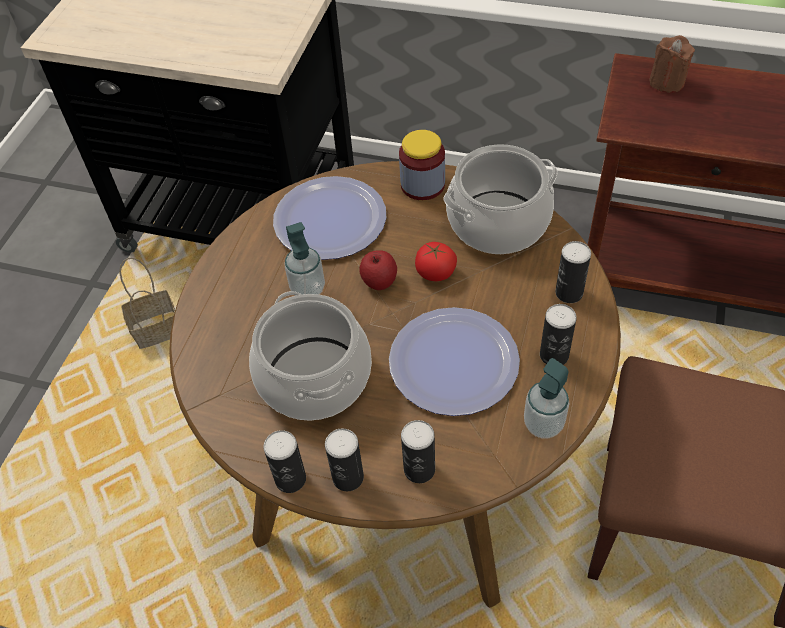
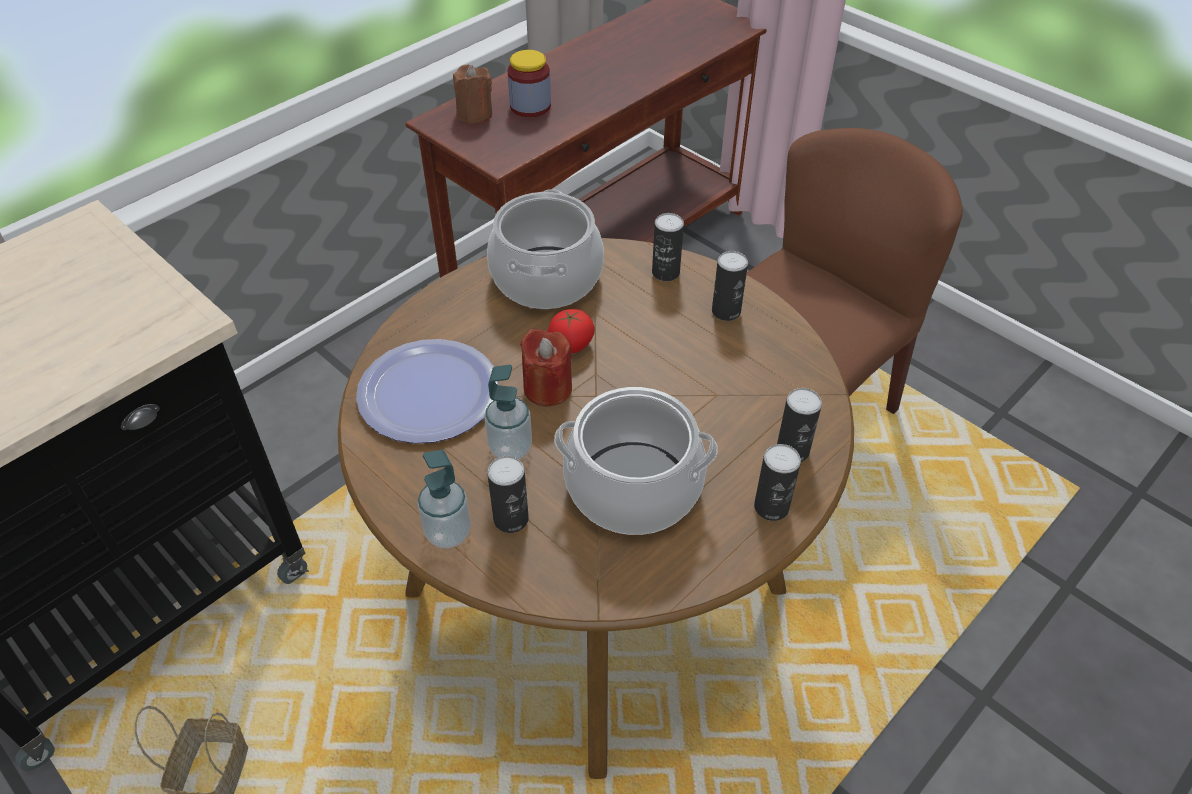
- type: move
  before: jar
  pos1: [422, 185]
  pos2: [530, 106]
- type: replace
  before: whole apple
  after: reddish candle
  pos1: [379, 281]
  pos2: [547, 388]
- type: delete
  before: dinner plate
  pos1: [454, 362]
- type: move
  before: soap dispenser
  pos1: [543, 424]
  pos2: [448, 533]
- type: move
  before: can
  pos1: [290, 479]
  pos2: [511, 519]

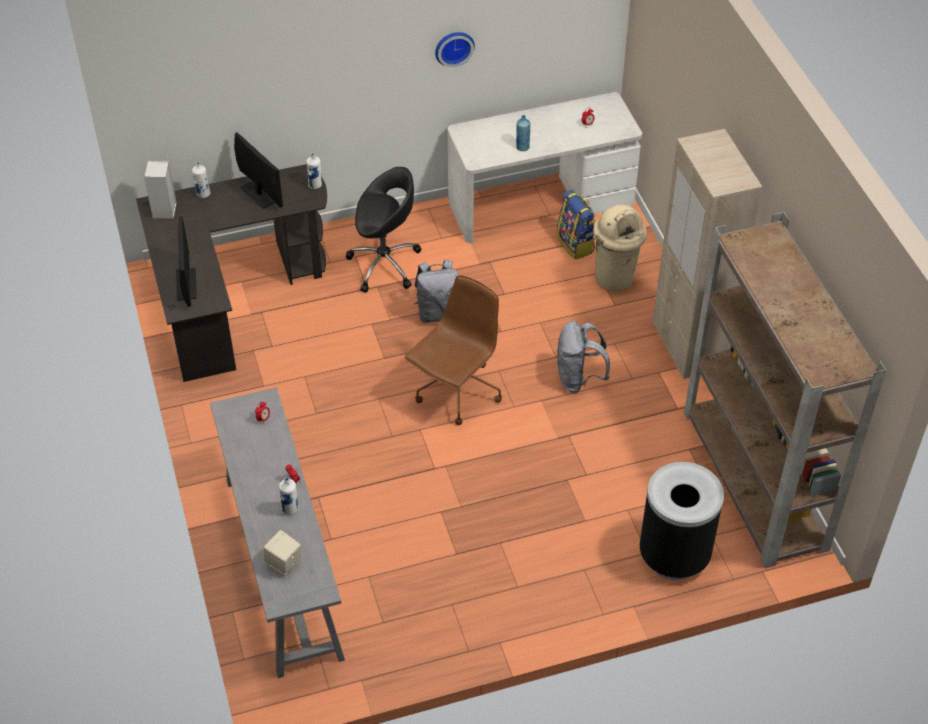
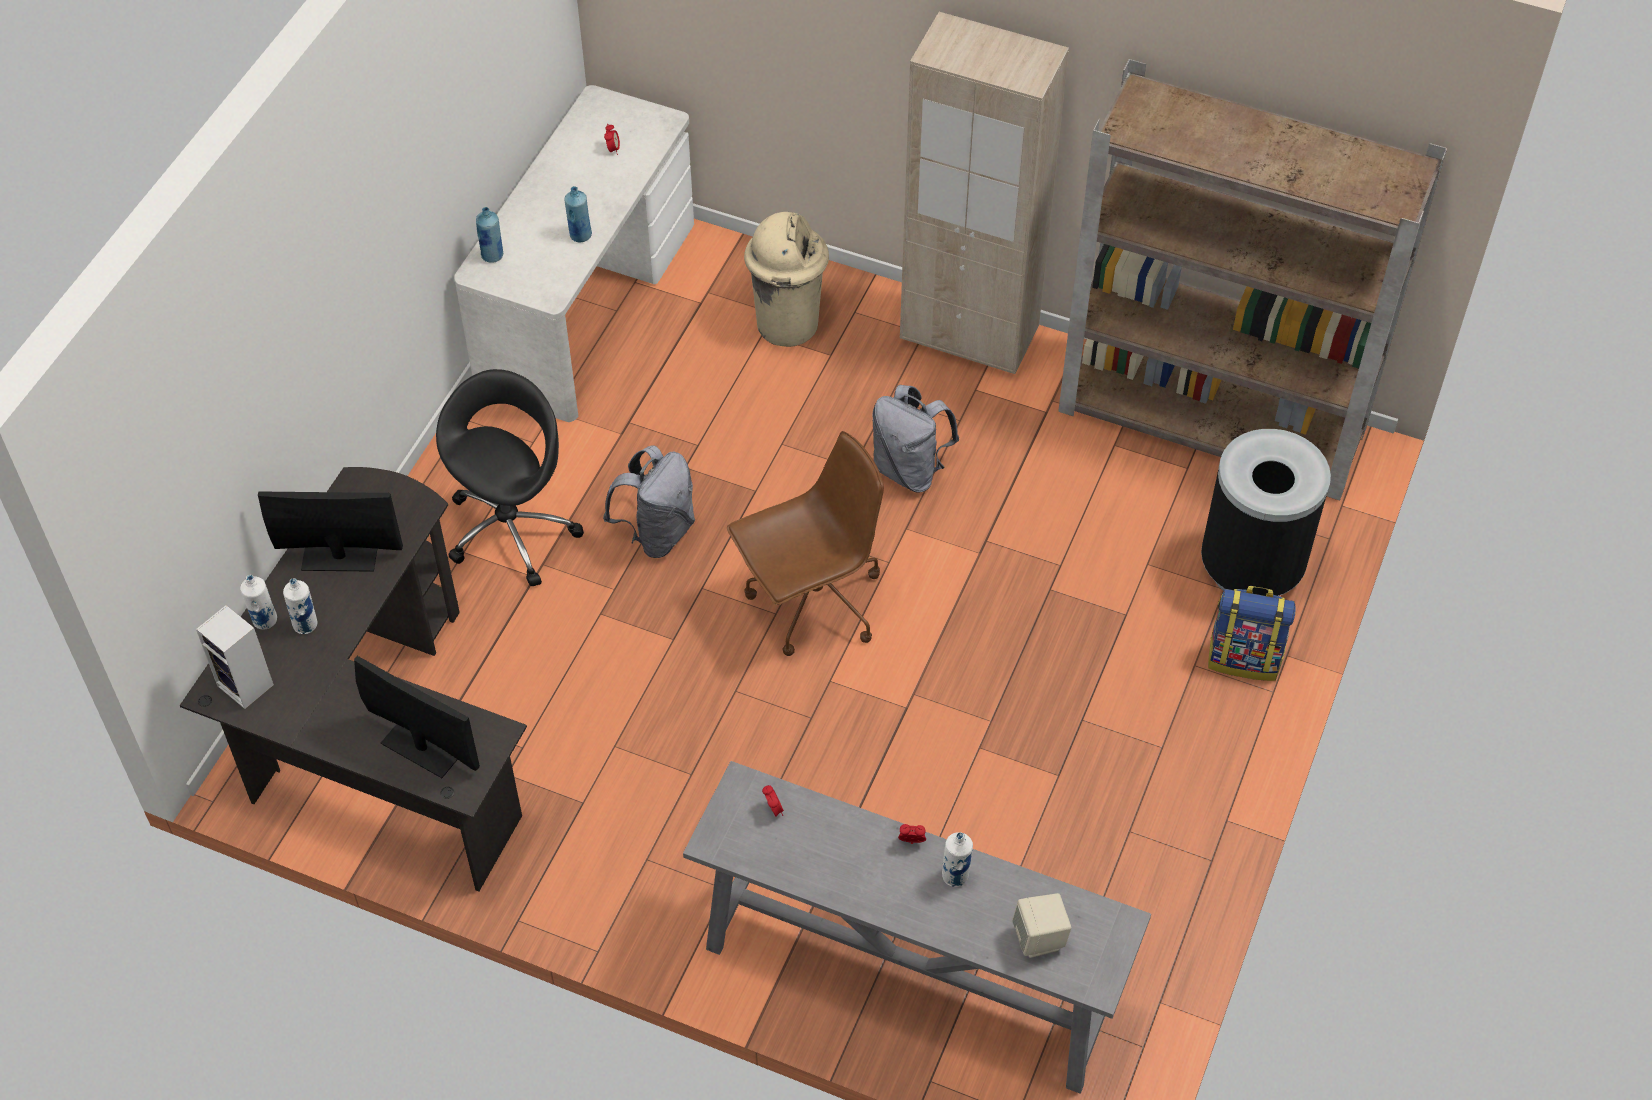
- type: delete
  before: wall clock
  pos1: [453, 47]
- type: move
  before: white-coloured drink bottle
  pos1: [315, 185]
  pos2: [306, 624]
- type: move
  before: rucksack
  pos1: [576, 244]
  pos2: [1244, 658]
- type: rotate
  before: brown-coloured office chair
  pos1: [456, 394]
  pos2: [810, 606]
  turn: 75
- type: insert
  after: blue drink bottle
  pos2: [492, 256]

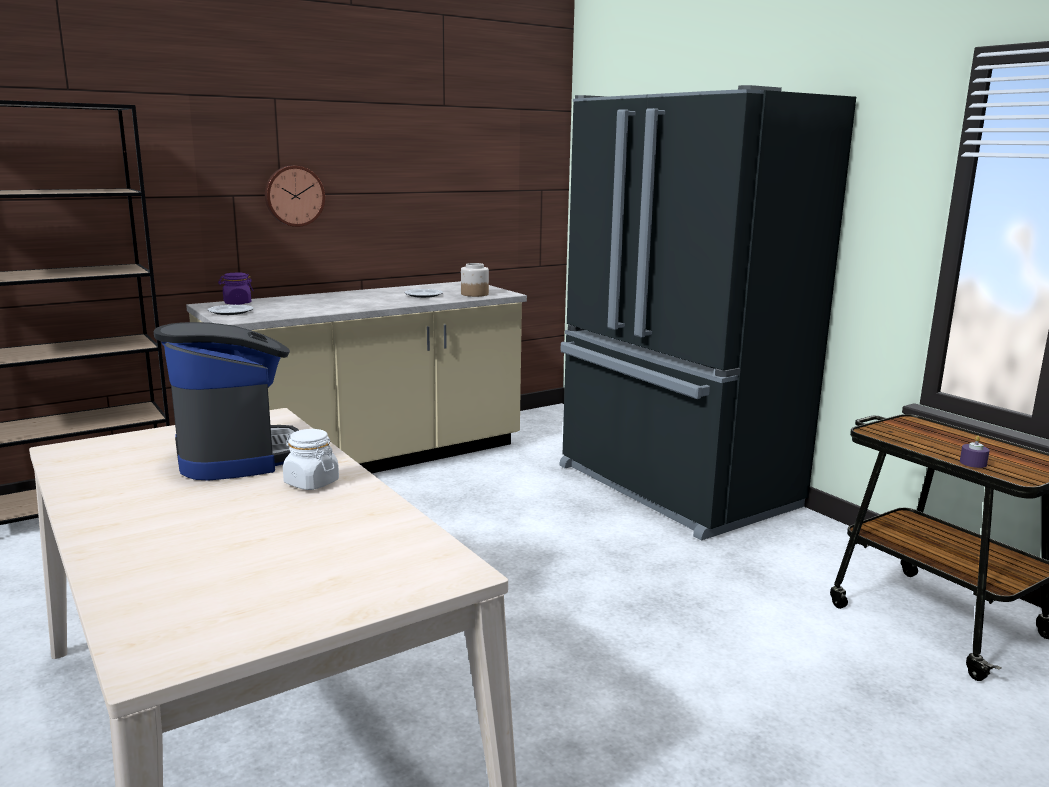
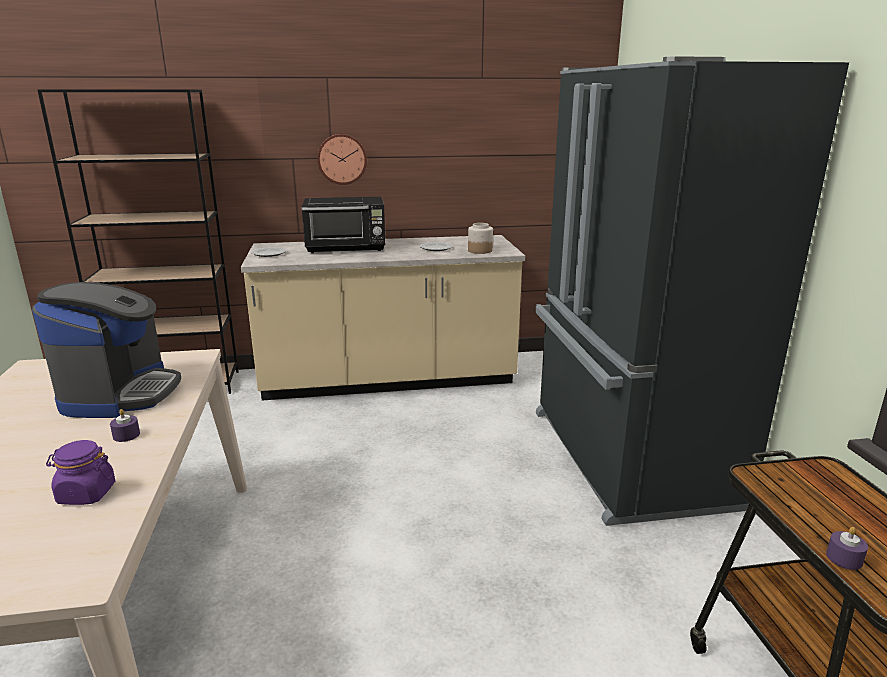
- type: move
  before: purple-coloured jar
  pos1: [237, 303]
  pos2: [86, 494]
- type: replace
  before: white-coloured jar
  after: purple-coloured candle
  pos1: [311, 483]
  pos2: [126, 435]
- type: insert
  after: black microwave
  pos2: [347, 248]

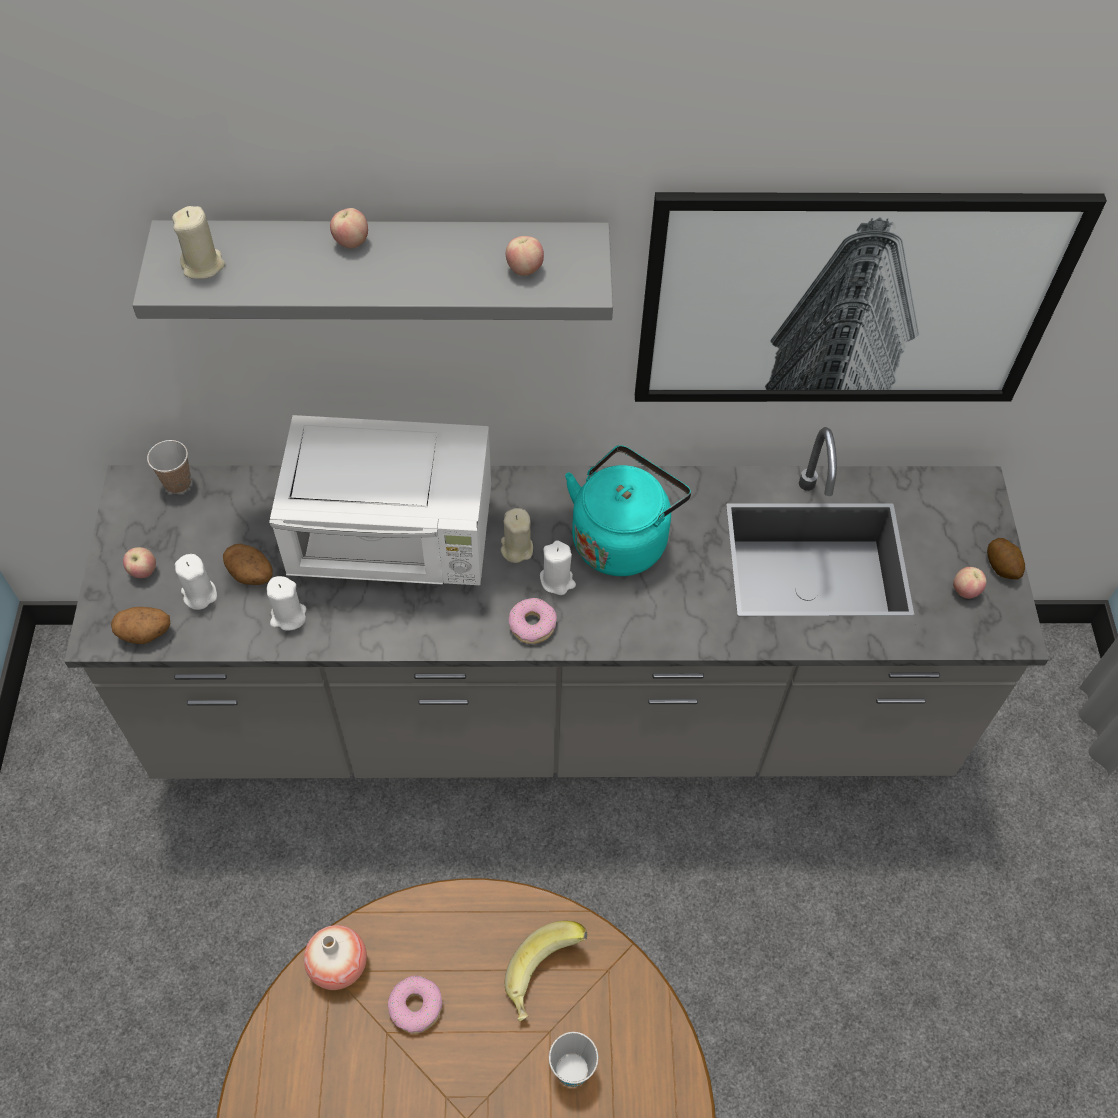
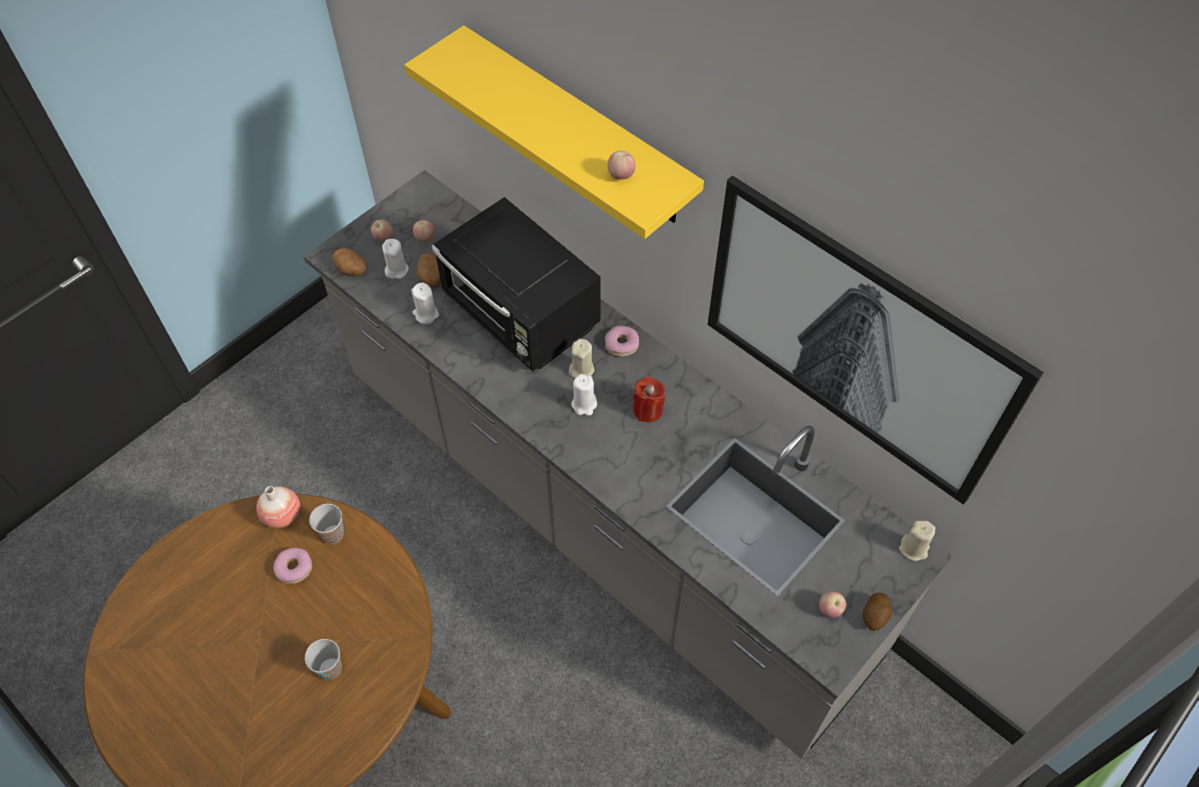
- type: move
  before: beige candle
  pos1: [203, 265]
  pos2: [914, 548]
- type: move
  before: whole apple
  pos1: [351, 242]
  pos2: [425, 238]
- type: recolor
  before: greyish shelf
  after: yellowish shelf
  pos1: [386, 261]
  pos2: [578, 128]
- type: recolor
  before: white-coloured microwave
  after: black microwave
  pos1: [395, 542]
  pos2: [521, 316]
- type: move
  before: small cup
  pos1: [177, 483]
  pos2: [333, 534]
- type: replace
  before: turquoise-coloured water kettle
  after: reddish candle
  pos1: [622, 538]
  pos2: [648, 409]
- type: move
  before: donut
  pos1: [532, 625]
  pos2: [622, 344]
- type: delete
  before: banana
  pos1: [545, 977]

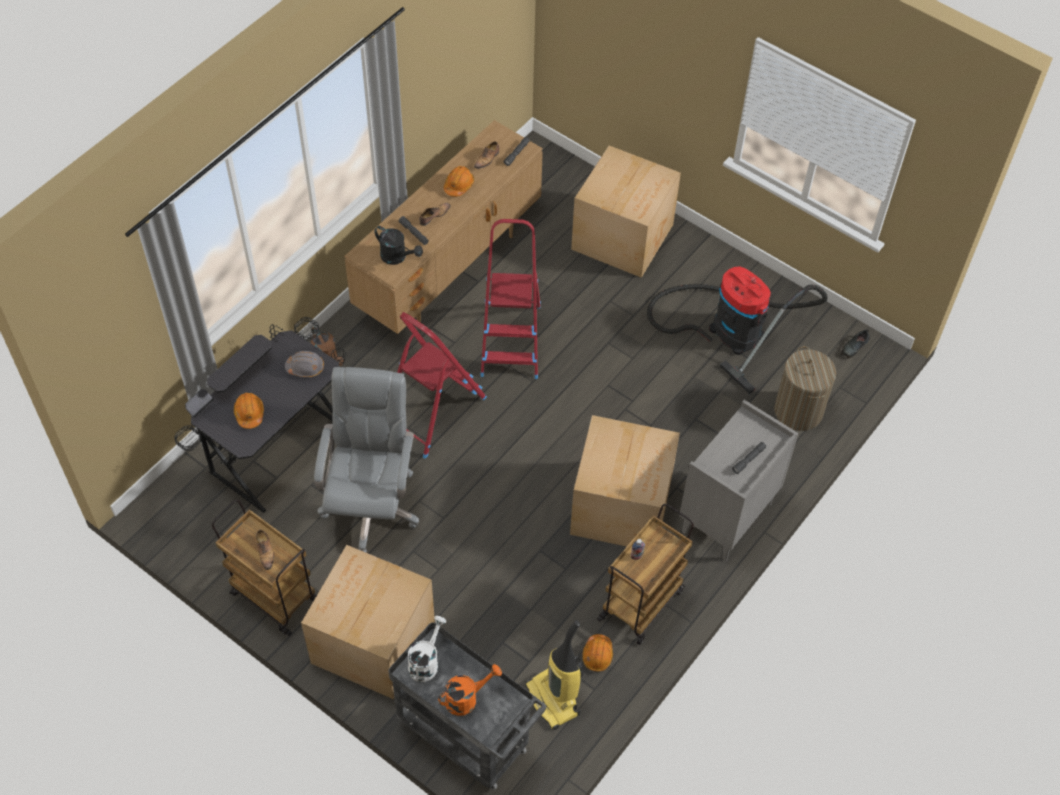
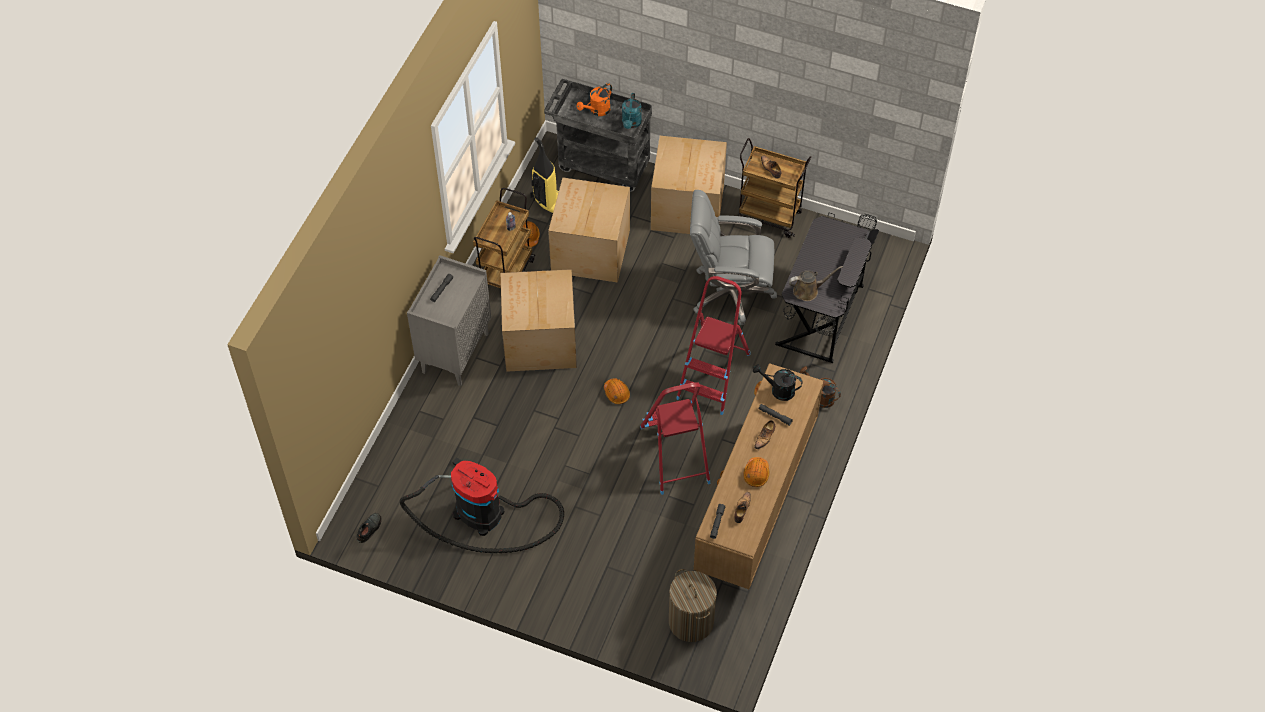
- type: move
  before: packing box
  pos1: [624, 236]
  pos2: [589, 251]
- type: move
  before: washing basket
  pos1: [798, 411]
  pos2: [691, 621]
- type: replace
  before: greyish work helmet
  after: brown-coloured sprinkling can
  pos1: [305, 368]
  pos2: [808, 290]
- type: rotate
  before: greyish office chair
  pos1: [371, 505]
  pos2: [730, 293]
  turn: 105
- type: move
  before: orangey work helmet
  pos1: [249, 413]
  pos2: [616, 393]
- type: recolor
  before: white-coloured sprinkling can
  after: turquoise-coloured sprinkling can
  pos1: [426, 662]
  pos2: [631, 123]

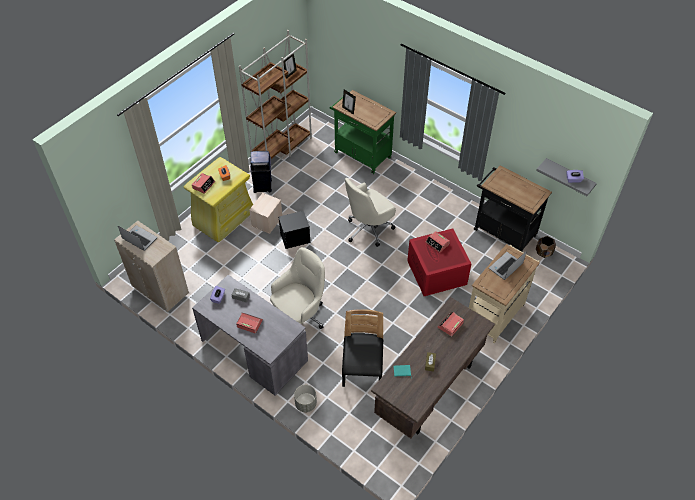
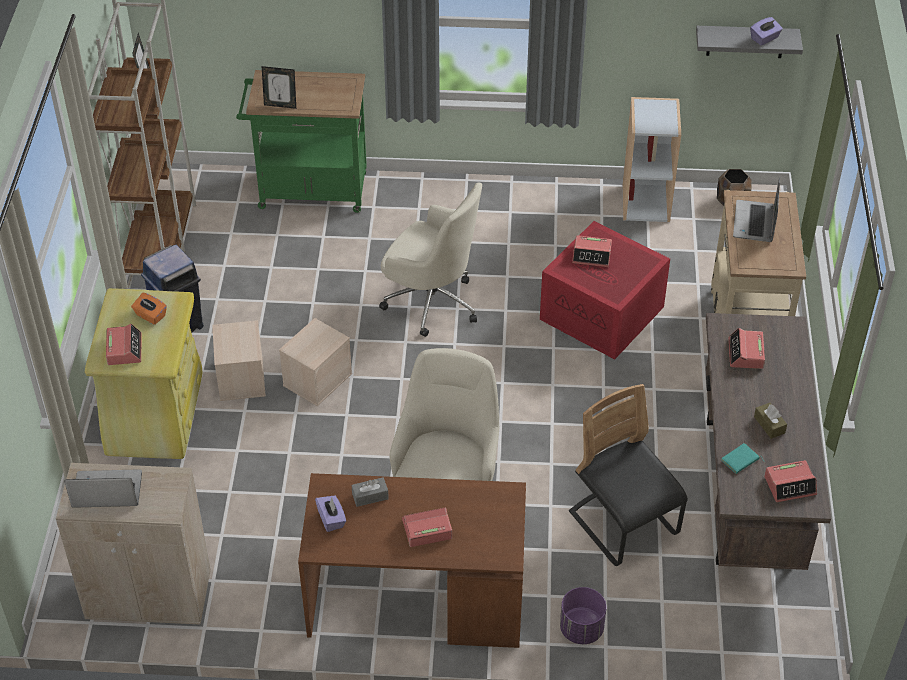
- type: replace
  before: black trolley
  after: shelving unit
  pos1: [502, 232]
  pos2: [646, 202]
- type: rotate
  before: beige office chair
  pos1: [368, 229]
  pos2: [432, 303]
  turn: -75
- type: recolor
  before: black storage container
  after: beige storage container
  pos1: [295, 237]
  pos2: [317, 379]
- type: recolor
  before: greyish desk table
  after: brown-coloured desk table
  pos1: [253, 350]
  pos2: [414, 599]
- type: recolor
  before: greyish plant pot
  after: purple-coloured plant pot
  pos1: [305, 404]
  pos2: [581, 629]
- type: insert
  after: table clock
  pos2: [790, 485]

